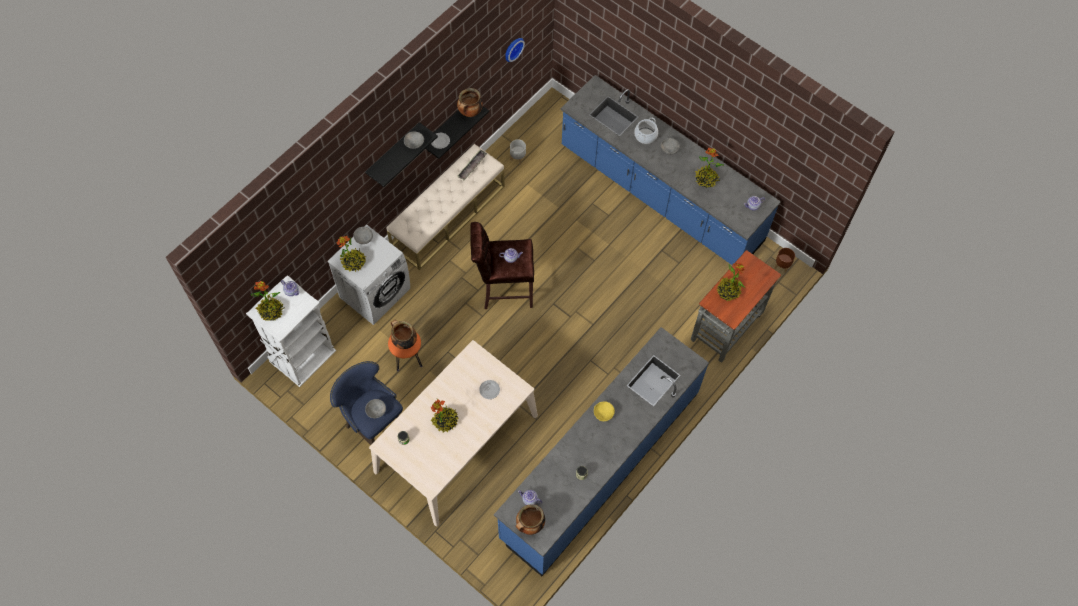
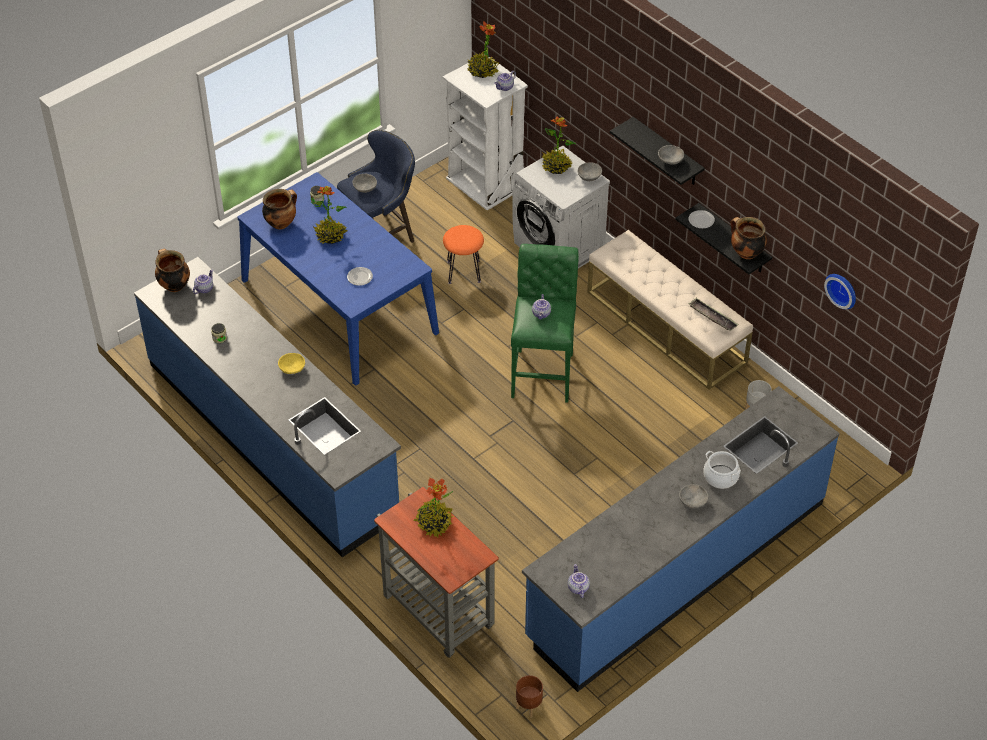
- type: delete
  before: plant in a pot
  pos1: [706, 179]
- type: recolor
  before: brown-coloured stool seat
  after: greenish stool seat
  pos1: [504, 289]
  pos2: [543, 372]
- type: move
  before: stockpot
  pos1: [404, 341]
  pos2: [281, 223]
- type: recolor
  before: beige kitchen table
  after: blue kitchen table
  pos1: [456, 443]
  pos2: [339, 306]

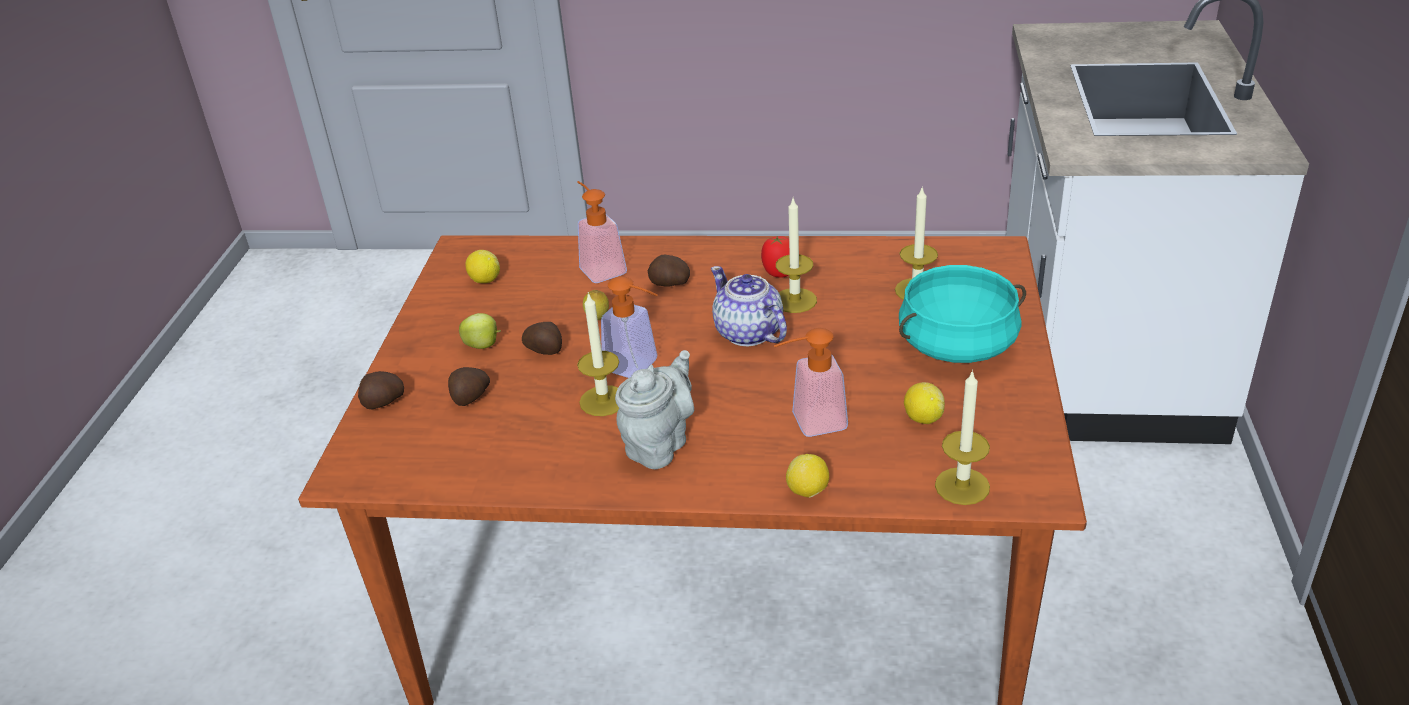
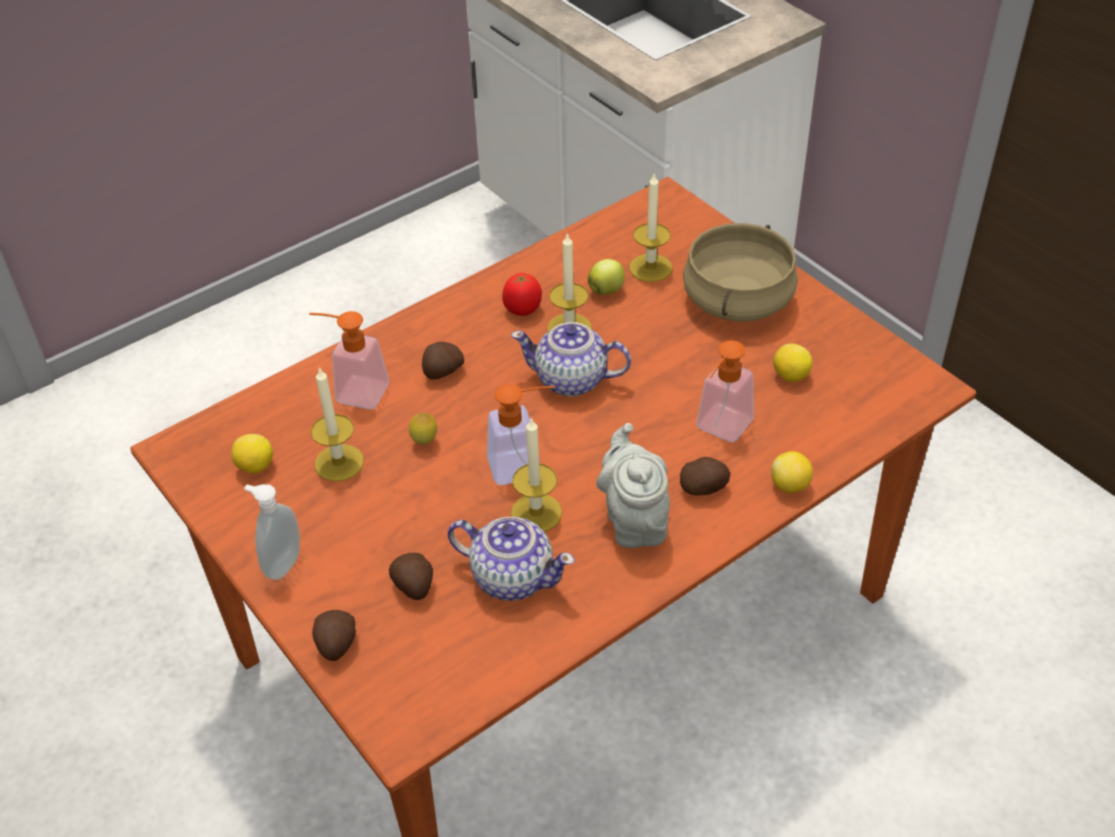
- type: recolor
  before: turquoise-coloured stockpot
  after: beige stockpot
  pos1: [957, 345]
  pos2: [738, 300]
- type: move
  before: whole apple
  pos1: [483, 345]
  pos2: [607, 290]
- type: move
  before: potato
  pos1: [545, 350]
  pos2: [704, 488]
- type: move
  before: candle
  pos1: [962, 486]
  pos2: [339, 462]
- type: insert
  after: soap dispenser
  pos2: [281, 564]
- type: insert
  after: pot for tea
  pos2: [512, 576]

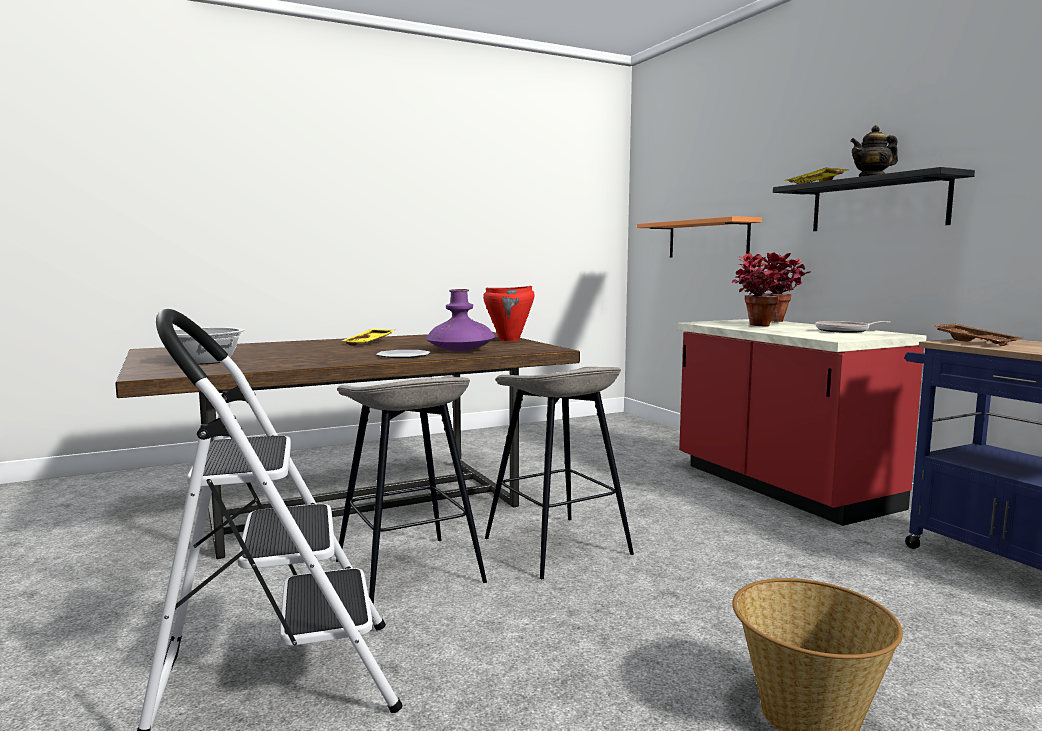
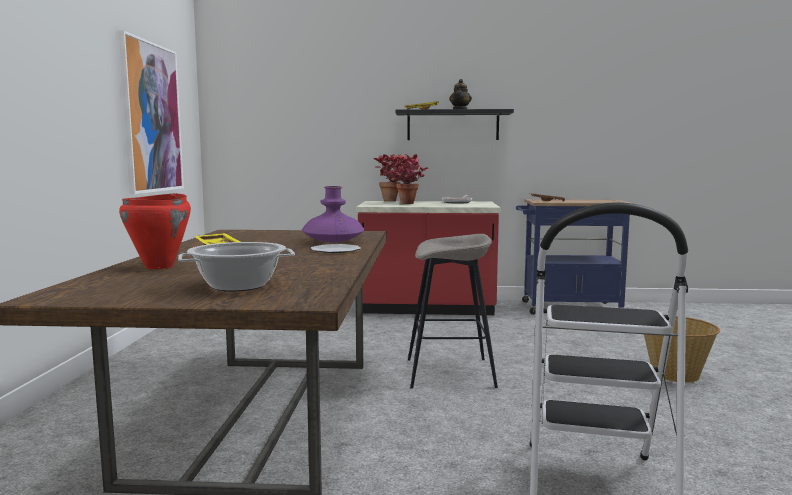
- type: delete
  before: orangey shelf
  pos1: [707, 239]
- type: move
  before: reddish stockpot
  pos1: [509, 340]
  pos2: [160, 267]
- type: delete
  before: greyish stool seat
  pos1: [408, 571]
- type: insert
  after: picture
  pos2: [151, 118]

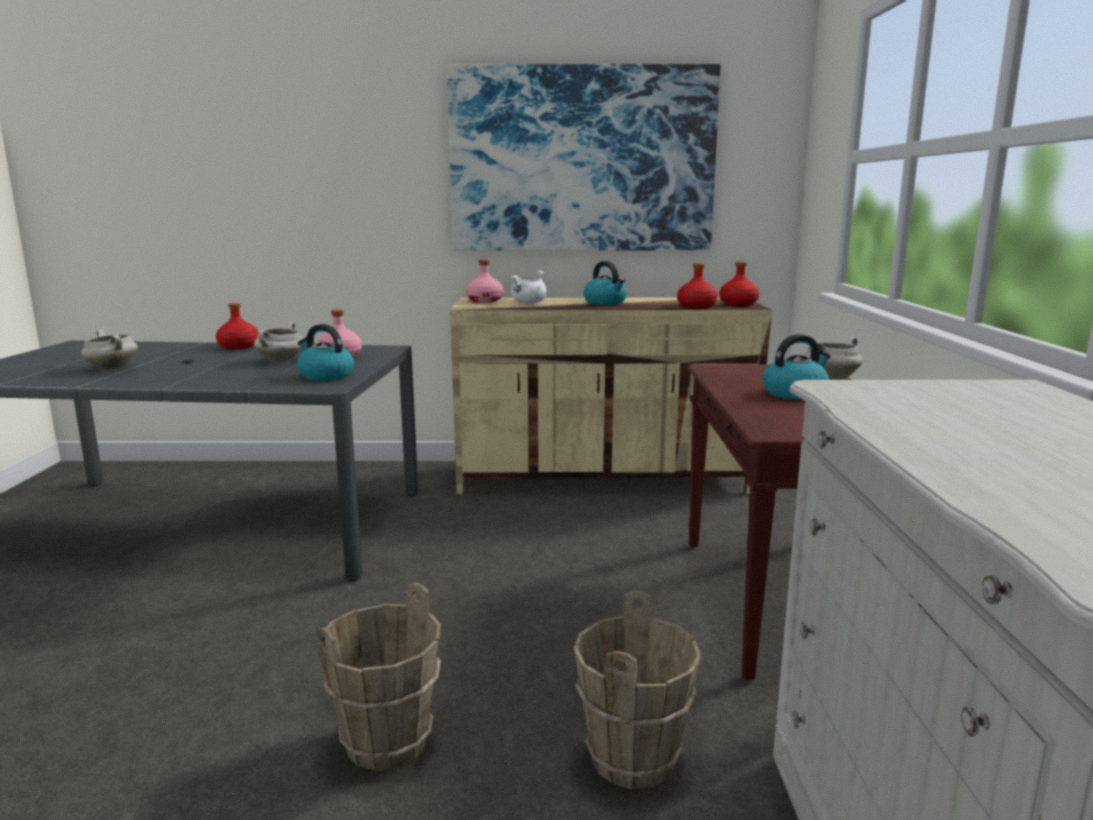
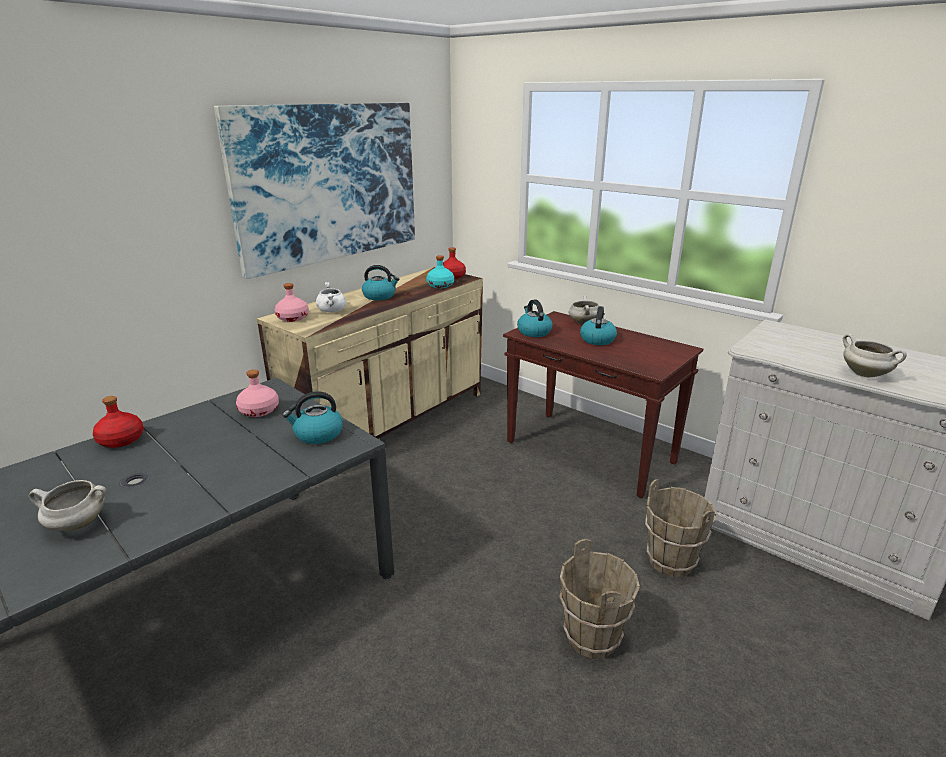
- type: recolor
  before: reddish drink bottle
  after: turquoise-coloured drink bottle
  pos1: [696, 306]
  pos2: [440, 285]
- type: move
  before: white-coloured stockpot
  pos1: [281, 361]
  pos2: [866, 374]
- type: insert
  after: water kettle
  pos2: [533, 332]

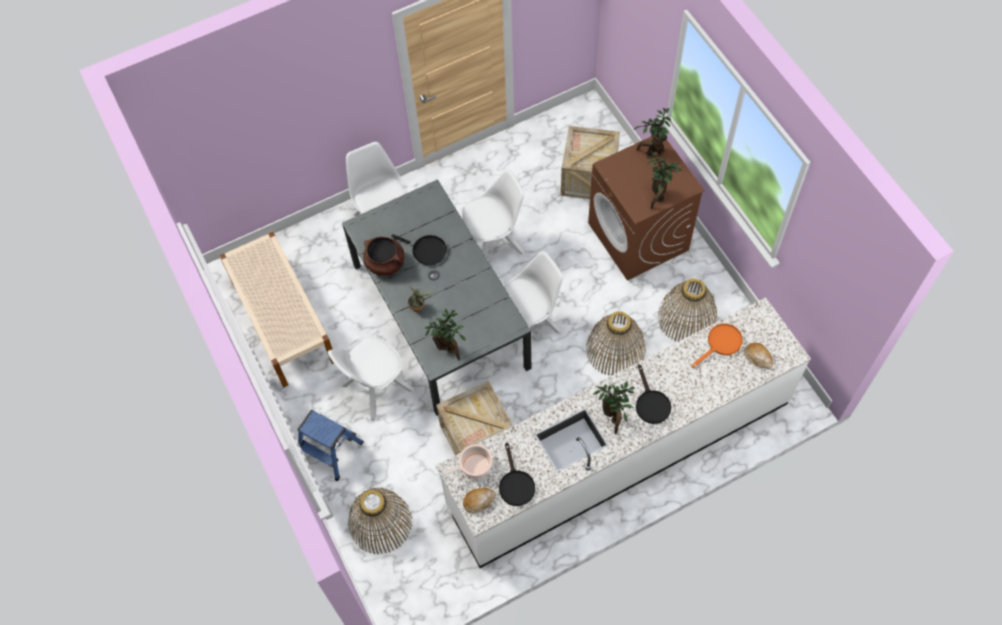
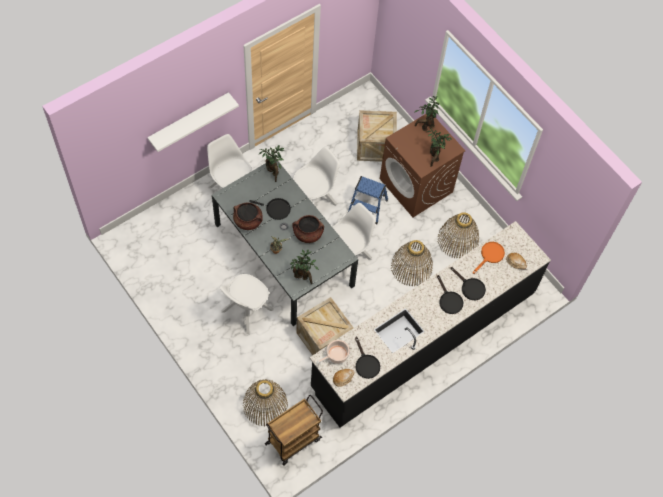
- type: delete
  before: beige bench
  pos1: [282, 321]
- type: recolor
  before: white-coloured kitchen base unit
  after: black kitchen base unit
  pos1: [619, 453]
  pos2: [424, 339]
- type: move
  before: plant in a pot
  pos1: [612, 418]
  pos2: [273, 172]
- type: move
  before: blue stepladder
  pos1: [330, 450]
  pos2: [367, 206]
- type: insert
  after: white-coloured shelf
  pos2: [189, 120]
- type: insert
  after: brown-coloured stockpot
  pos2: [308, 234]
- type: insert
  after: black frying pan
  pos2: [470, 287]
- type: insert
  after: brown-coloured trolley
  pos2: [293, 442]

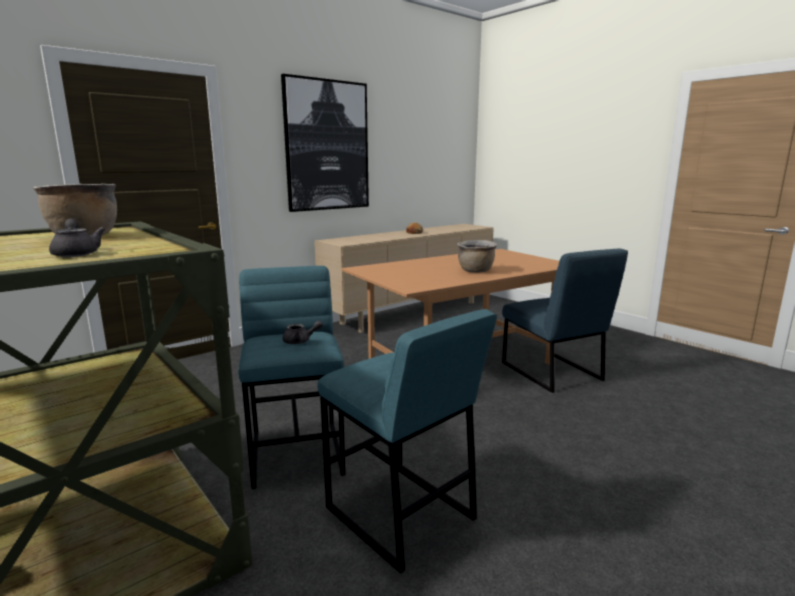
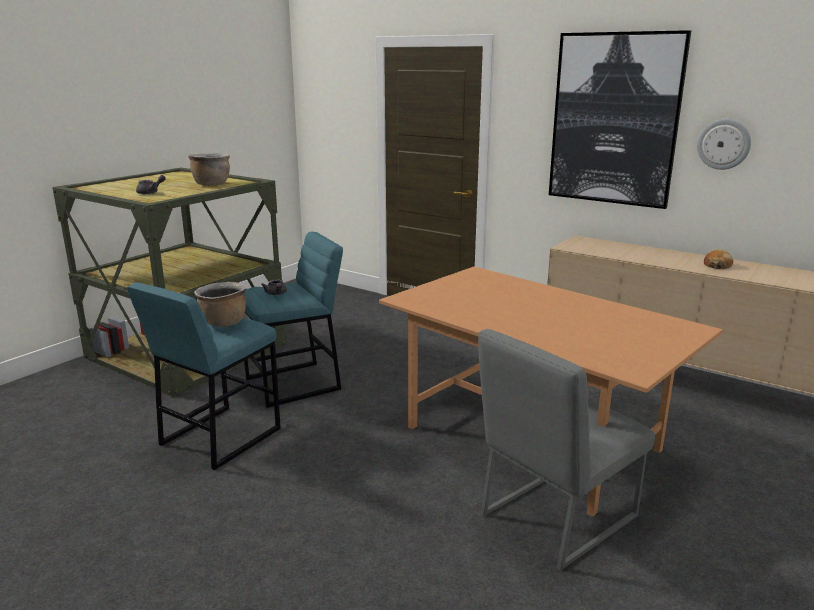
- type: move
  before: brown-coloured stockpot
  pos1: [476, 271]
  pos2: [223, 323]
- type: recolor
  before: blue plain chair
  after: greyish plain chair
  pos1: [552, 372]
  pos2: [555, 516]
- type: insert
  after: wall clock
  pos2: [723, 144]

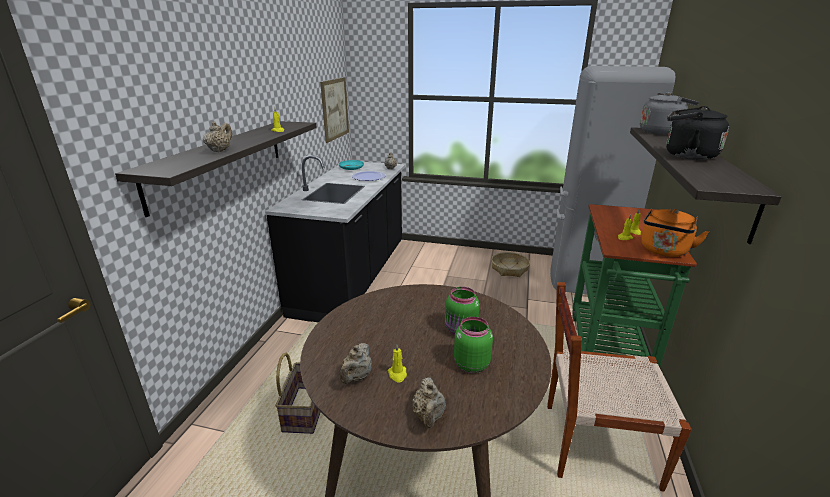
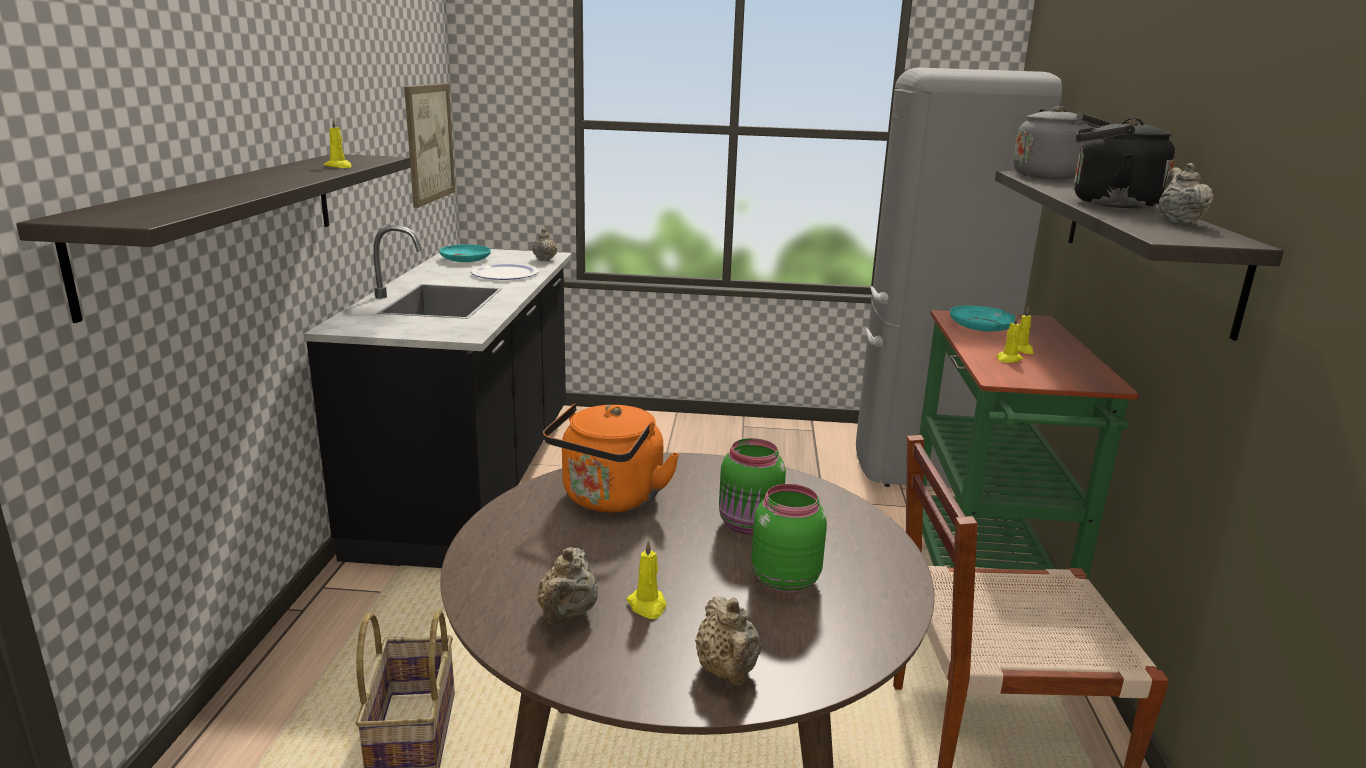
- type: move
  before: beige pot for tea
  pos1: [220, 150]
  pos2: [1178, 222]
- type: move
  before: orangey water kettle
  pos1: [663, 251]
  pos2: [610, 500]
- type: delete
  before: basket
  pos1: [509, 269]
- type: insert
  after: turquoise-coloured dinner plate
  pos2: [981, 326]

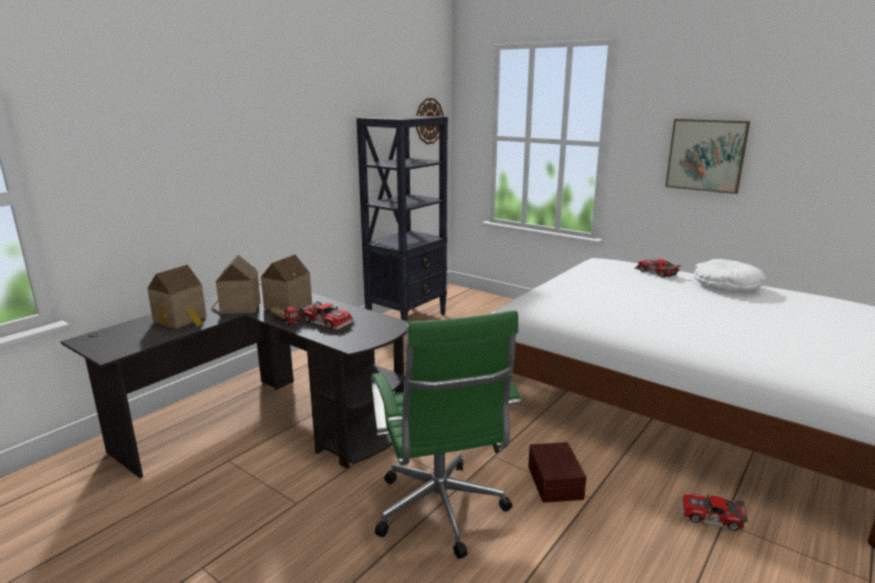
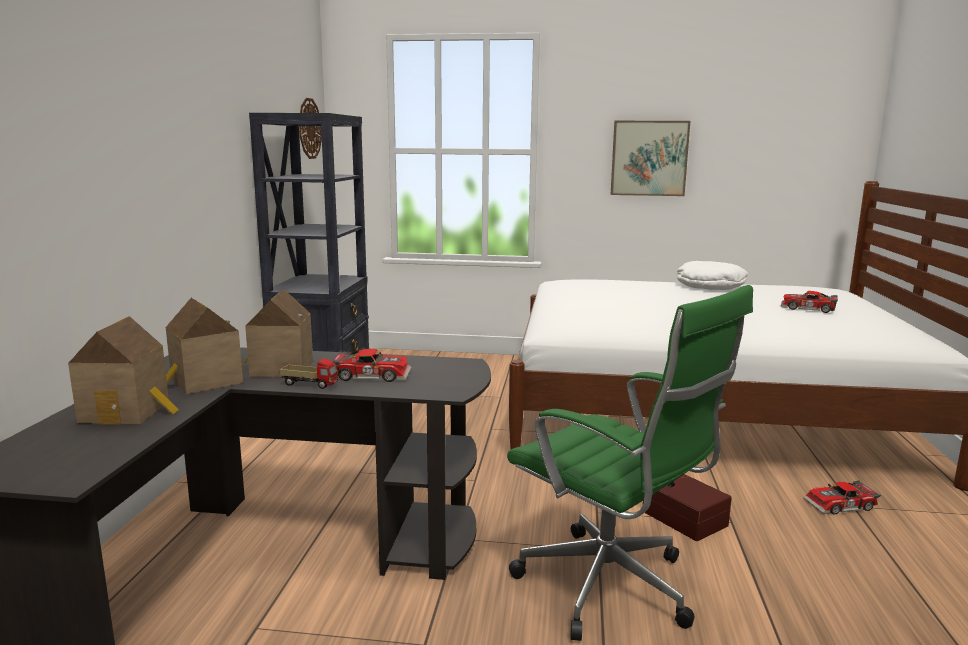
- type: move
  before: model car
  pos1: [655, 273]
  pos2: [807, 309]

